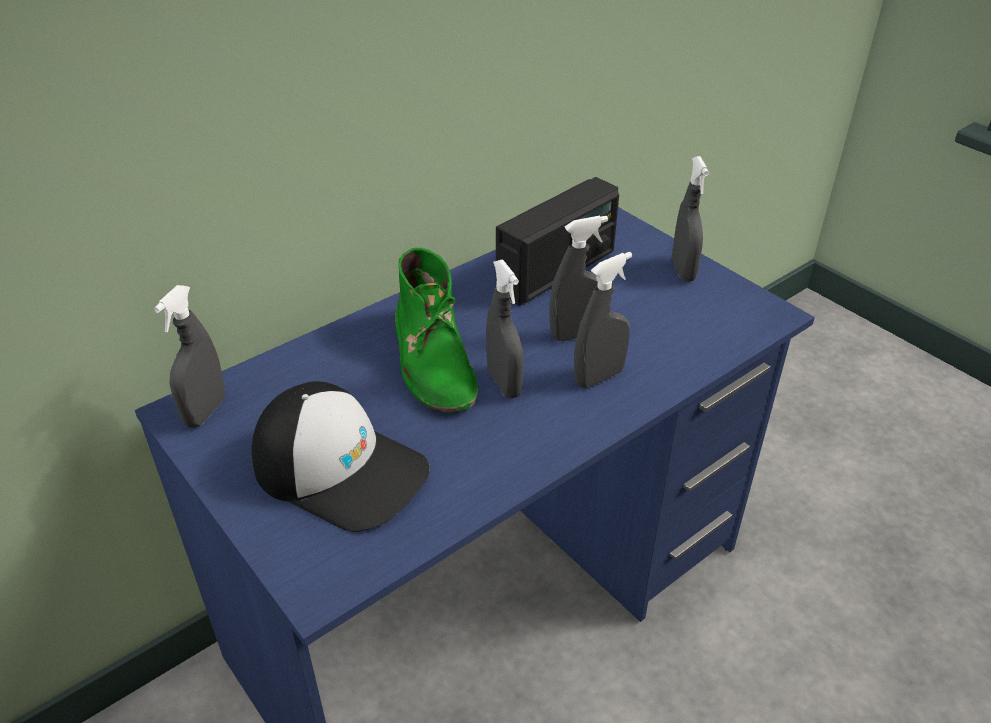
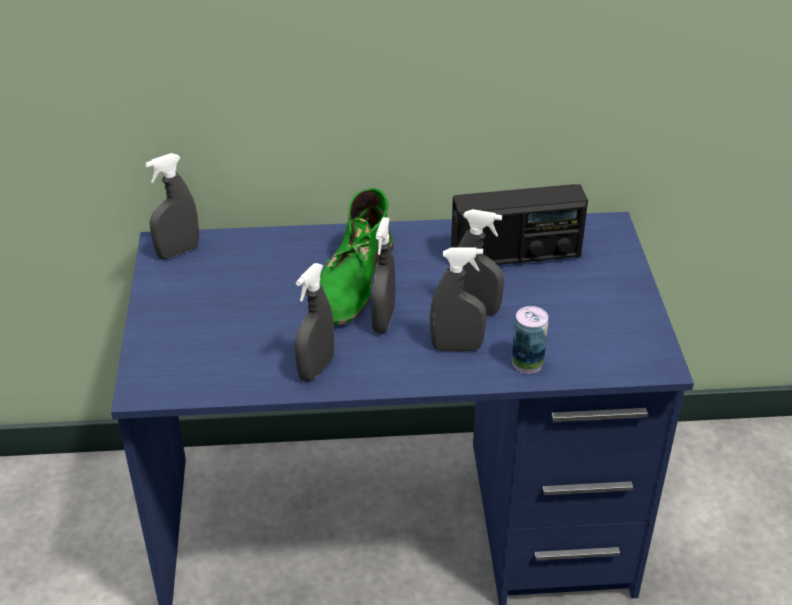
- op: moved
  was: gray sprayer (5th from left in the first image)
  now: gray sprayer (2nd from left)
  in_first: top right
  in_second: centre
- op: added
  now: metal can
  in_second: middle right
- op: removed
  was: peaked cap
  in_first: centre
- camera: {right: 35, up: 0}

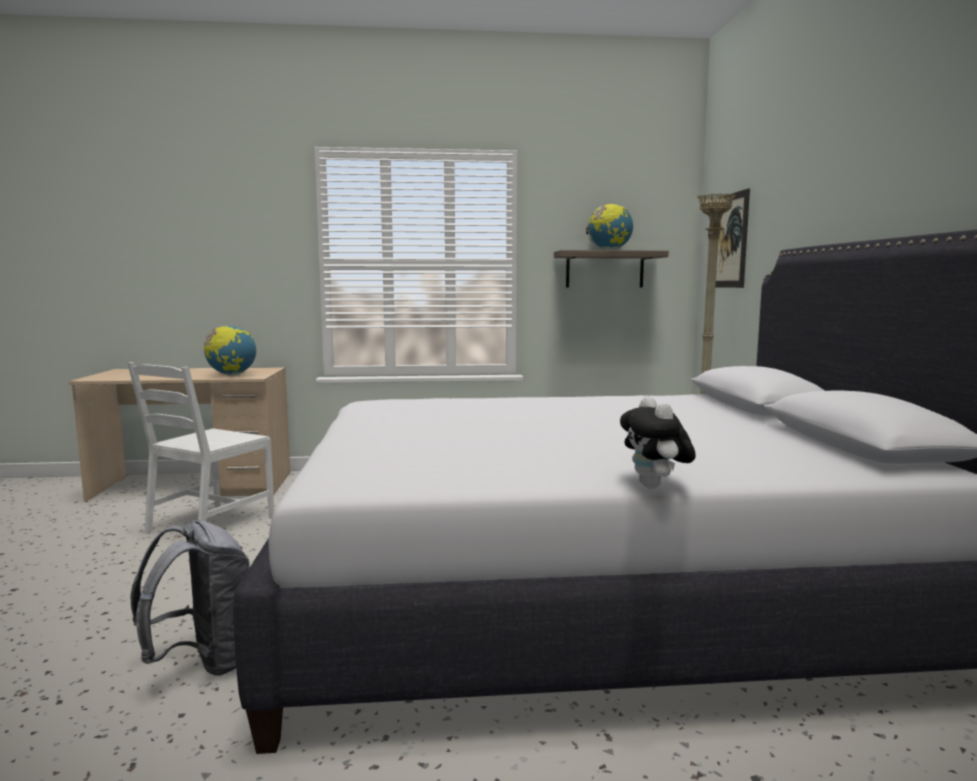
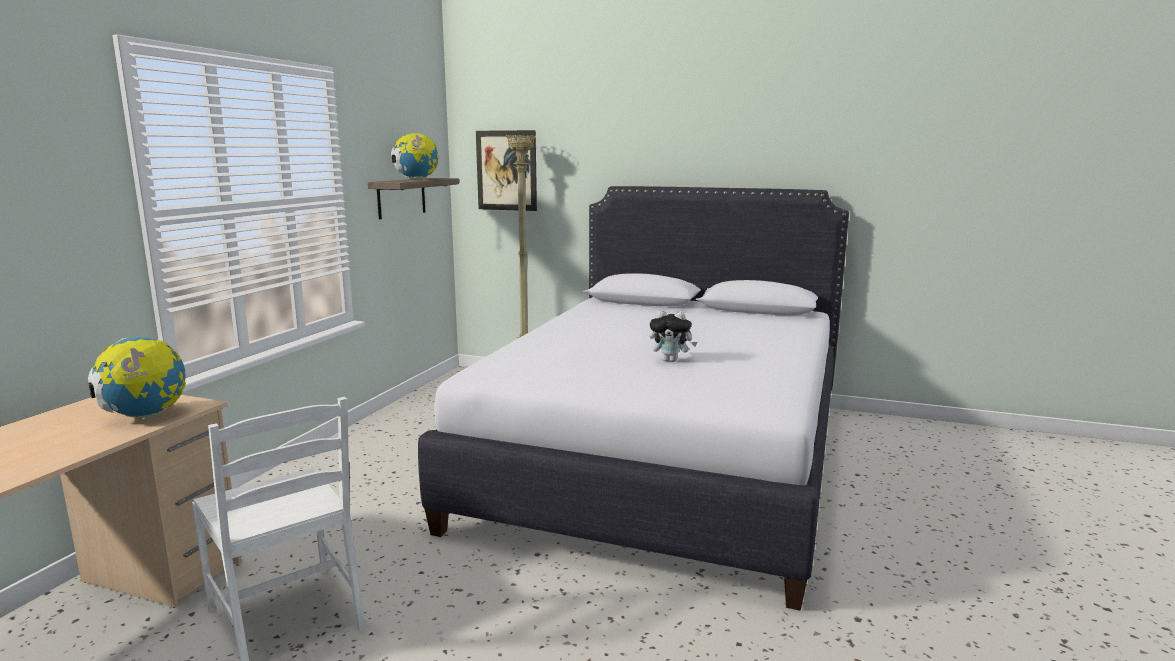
- op: moved
  was: cuddly toy
  in_first: middle right
  in_second: centre
- op: removed
  was: gray knapsack
  in_first: bottom left
- camera: {right: -65, up: 5}

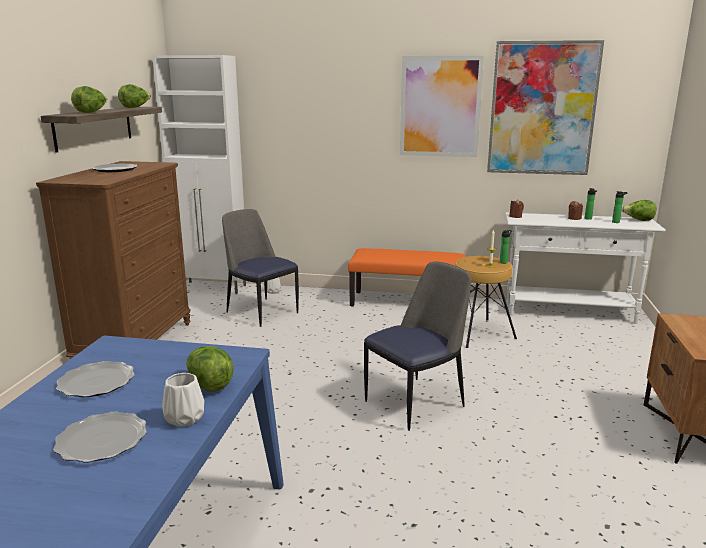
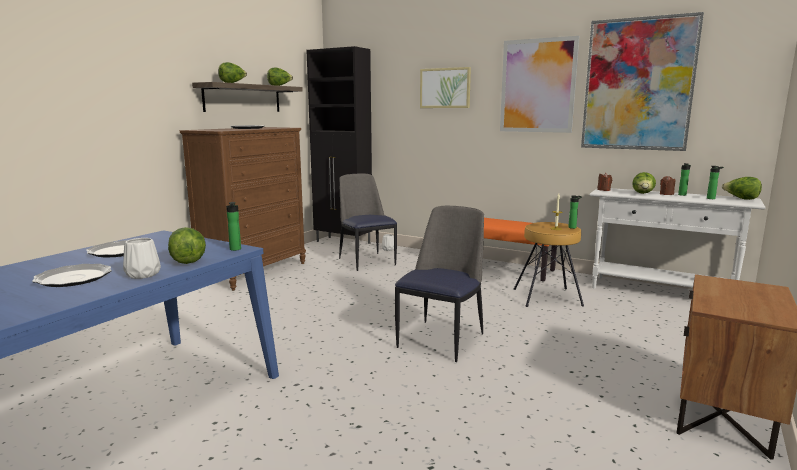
- op: added
  now: beverage bottle (1st from left)
  in_second: middle left
- op: recoloured
  was: white cabinet
  now: black cabinet
  in_first: top left
  in_second: top centre
- op: turned
  was: chair (2nd from left)
  in_first: centre
  in_second: centre
  clockwise: -45
- op: added
  now: picture (1st from left)
  in_second: top centre
- op: added
  now: head of lettuce (4th from left)
  in_second: middle right
- camera: {right: 20, up: -5}

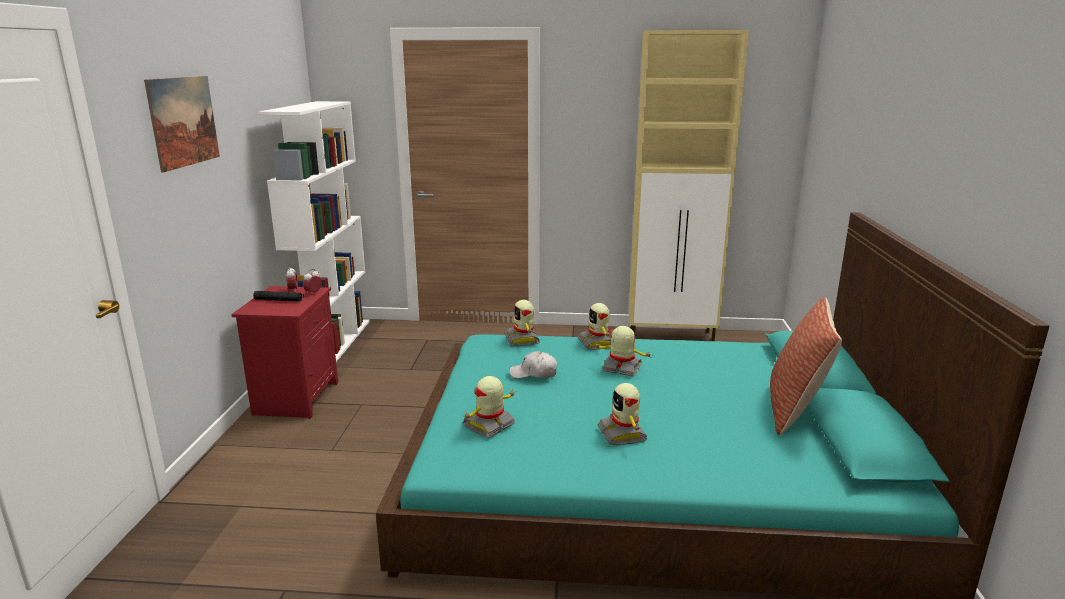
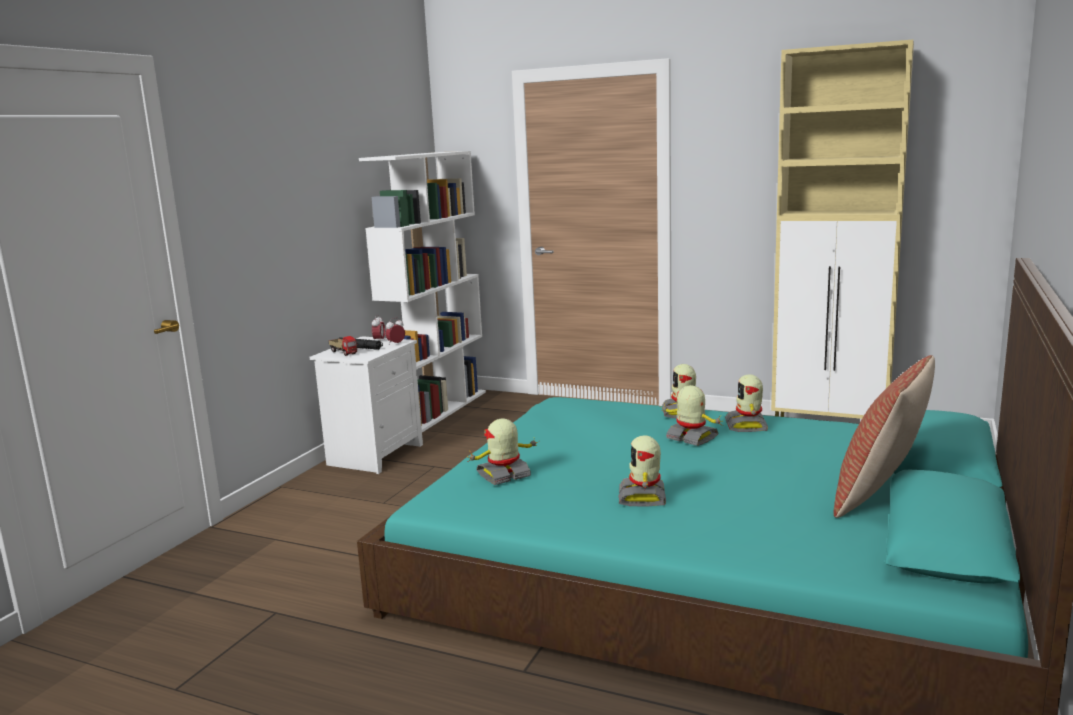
- op: recoloured
  was: reddish bedside table
  now: white bedside table
  in_first: middle left
  in_second: centre
- op: added
  now: model truck
  in_second: middle left
- op: moved
  was: robot figure (2nd from left in the first image)
  now: robot figure (5th from left)
  in_first: centre
  in_second: middle right
- op: removed
  was: picture
  in_first: top left
- op: removed
  was: white peaked cap
  in_first: centre
- camera: {right: 20, up: -5}

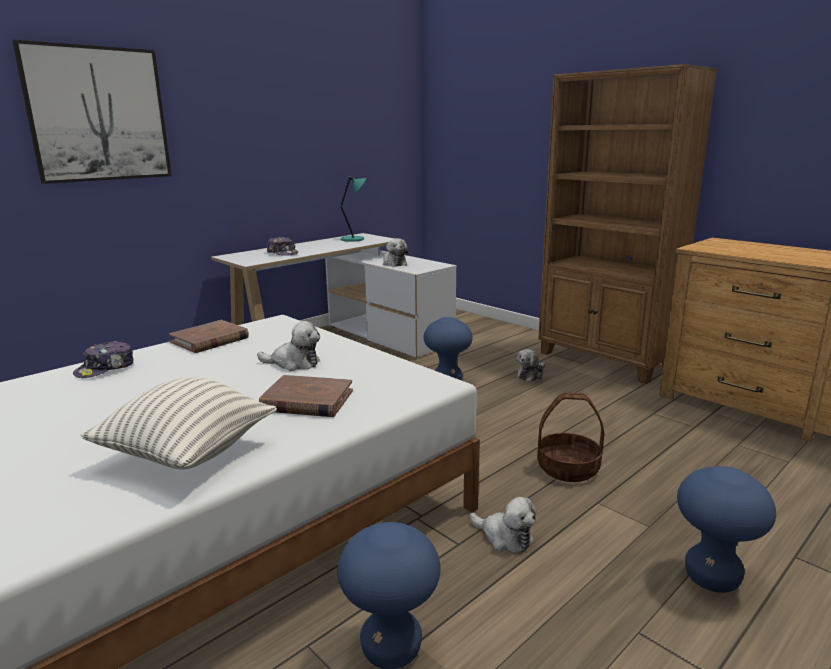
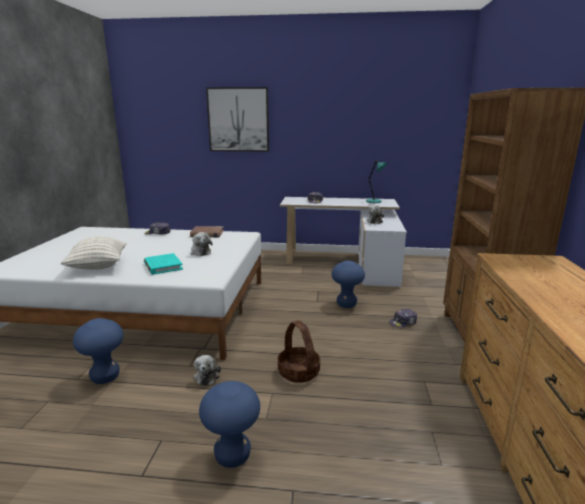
- op: recoloured
  was: brown bound book (2nd from left)
  now: turquoise-coloured bound book
  in_first: centre
  in_second: middle left
- op: replaced
  was: cuddly toy (4th from left)
  now: peaked cap (3rd from left)
  in_first: centre
  in_second: middle right
- camera: {right: 50, up: 0}

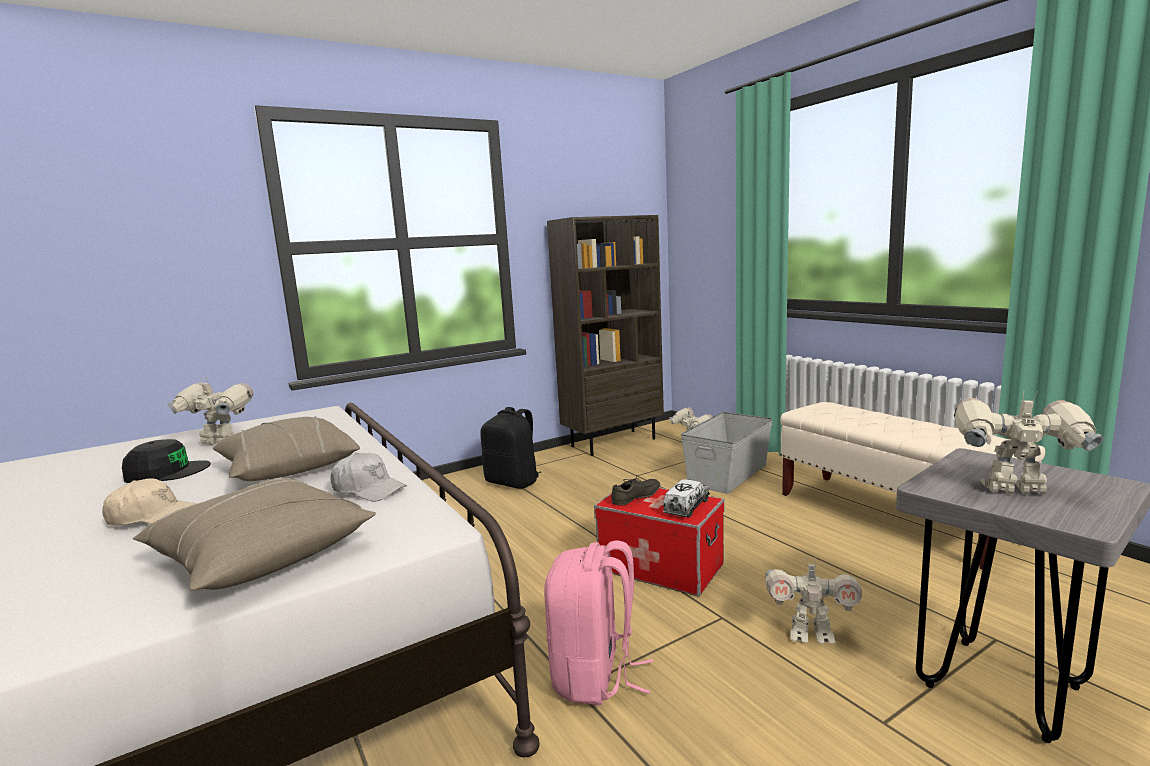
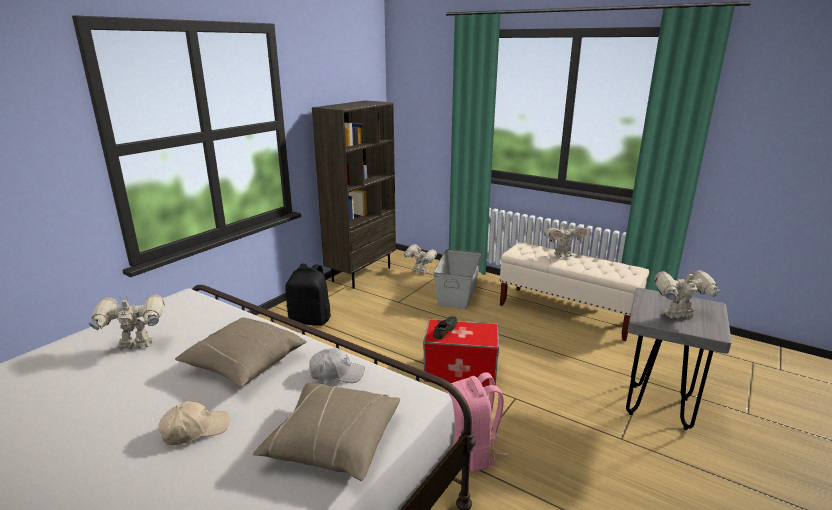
- op: moved
  was: robot figure (3rd from left)
  in_first: bottom right
  in_second: middle right
- op: removed
  was: black peaked cap
  in_first: middle left
- op: removed
  was: model truck
  in_first: centre
- camera: {right: -25, up: 10}

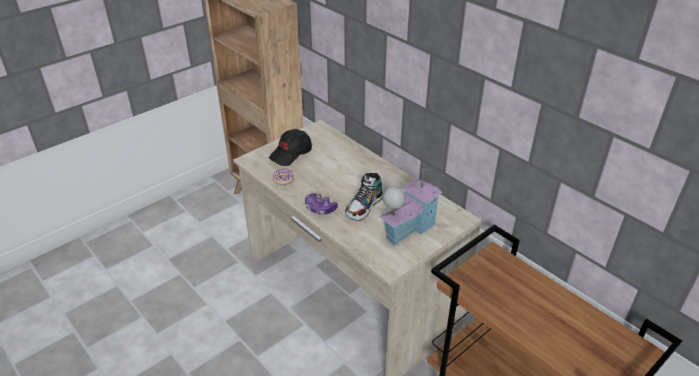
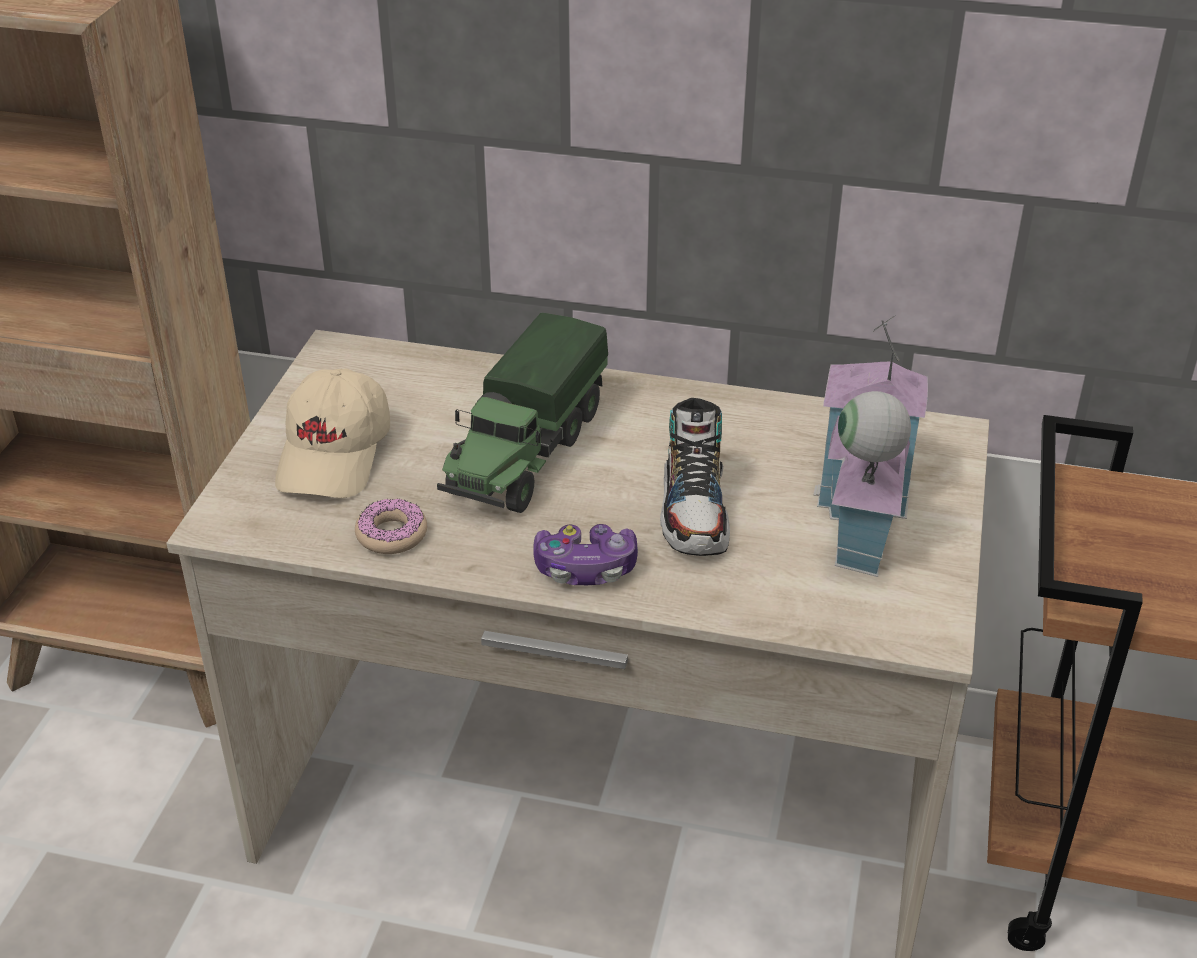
- op: recoloured
  was: black peaked cap
  now: beige-coloured peaked cap
  in_first: centre
  in_second: middle left
- op: added
  now: model truck
  in_second: centre
- camera: {right: -35, up: 0}

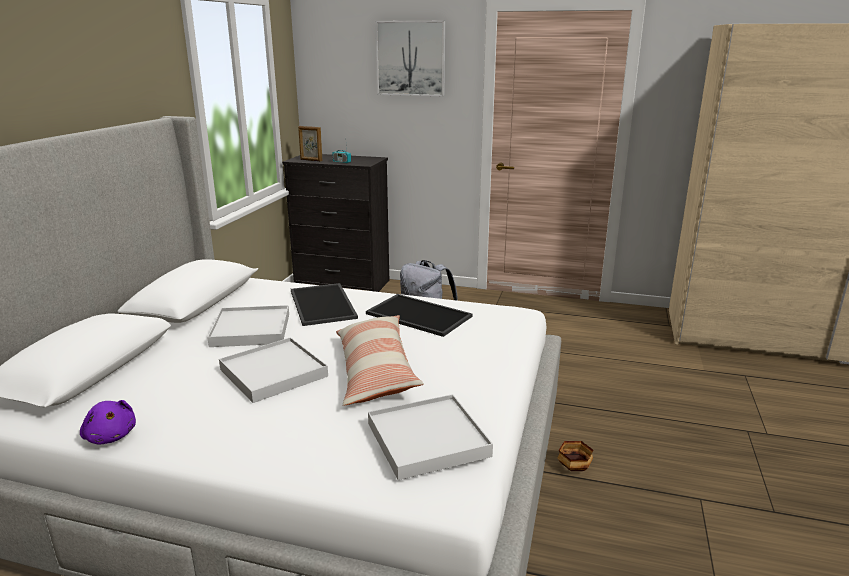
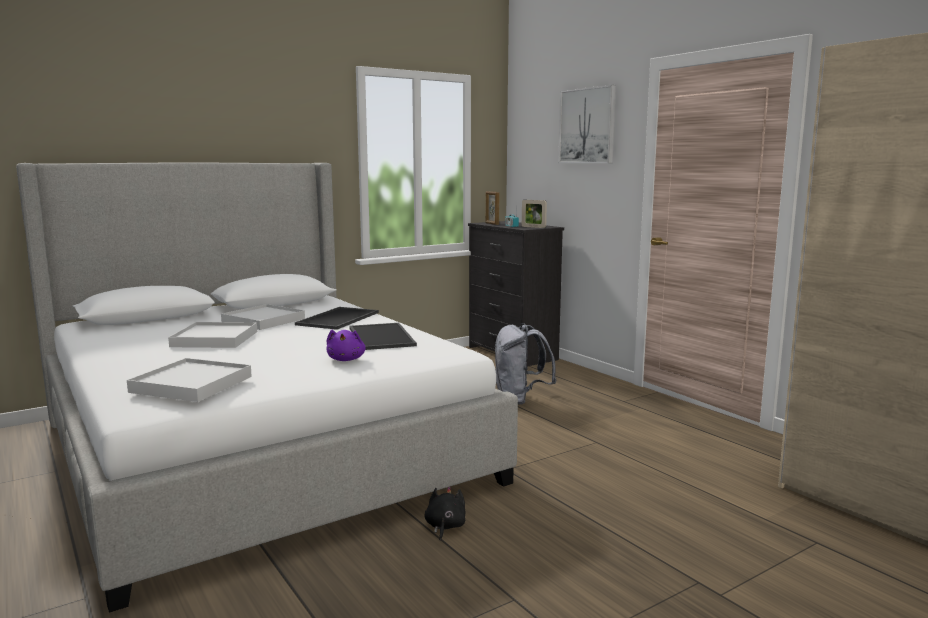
- op: moved
  was: purple-coloured cuddly toy
  in_first: bottom left
  in_second: centre
- op: replaced
  was: bowl
  now: black cuddly toy
  in_first: bottom right
  in_second: bottom centre
- op: added
  now: standing frame (2nd from left)
  in_second: centre
- op: removed
  was: pillow
  in_first: centre
- camera: {right: 40, up: -10}

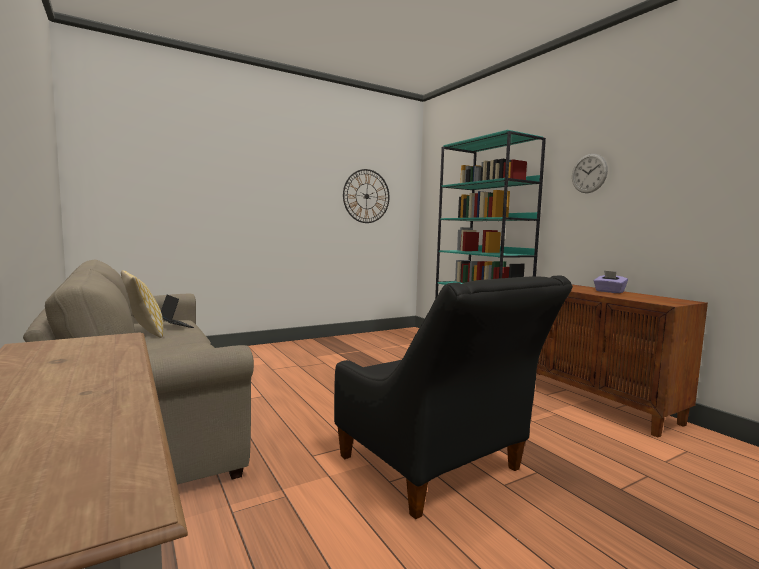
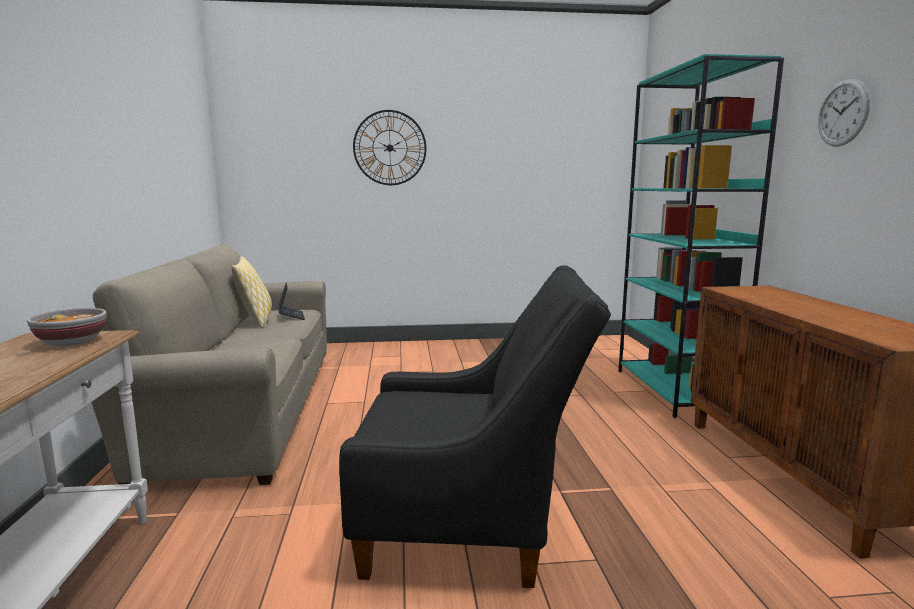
- op: added
  now: bowl
  in_second: middle left
- op: turned
  was: black lounge chair
  in_first: bottom centre
  in_second: bottom centre
  clockwise: -75
- op: moved
  was: clock on the wall (1st from left)
  in_first: centre
  in_second: top centre
- op: removed
  was: purple-coloured box of tissues
  in_first: middle right
- camera: {right: 25, up: 5}

